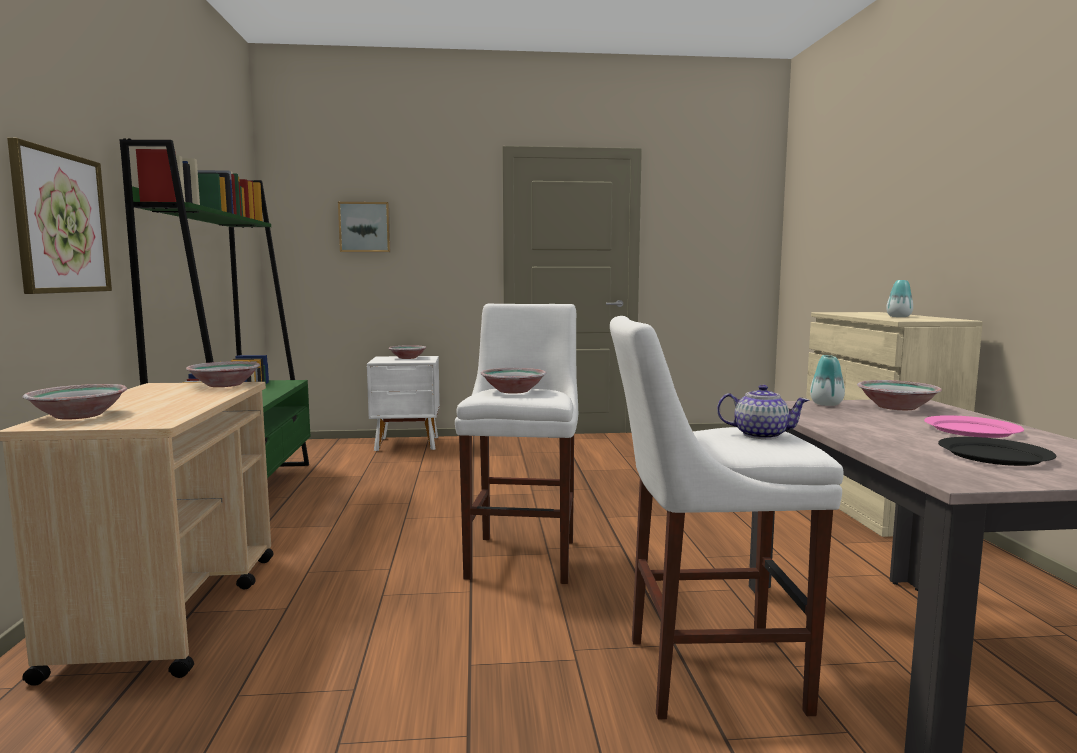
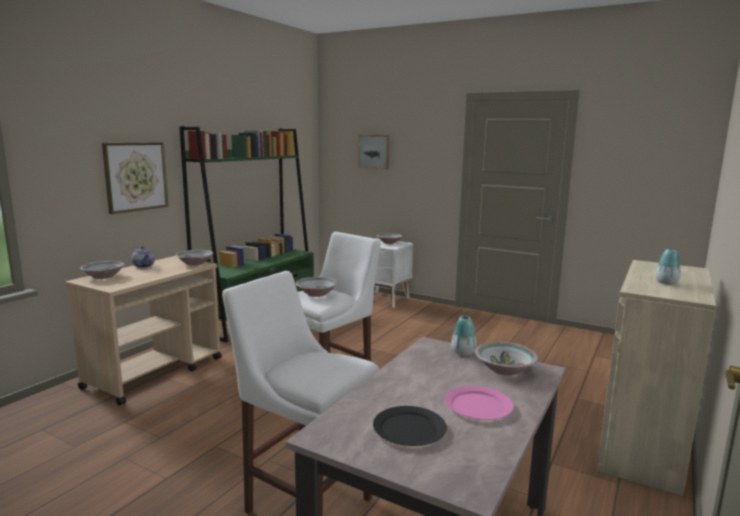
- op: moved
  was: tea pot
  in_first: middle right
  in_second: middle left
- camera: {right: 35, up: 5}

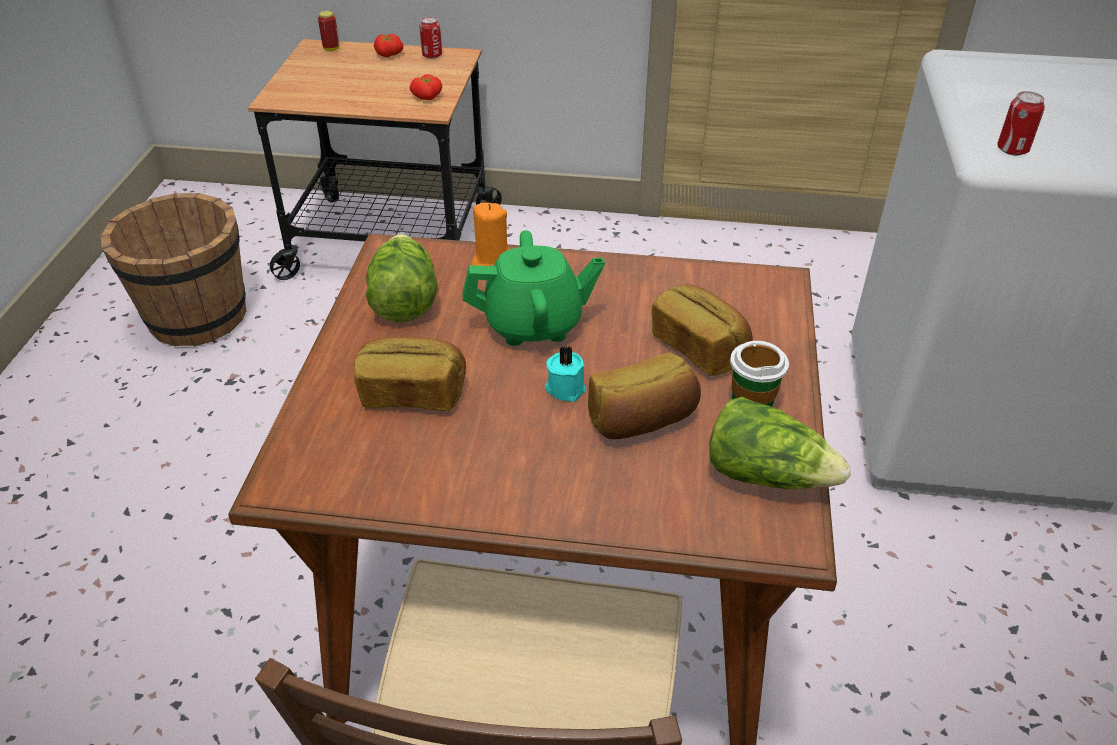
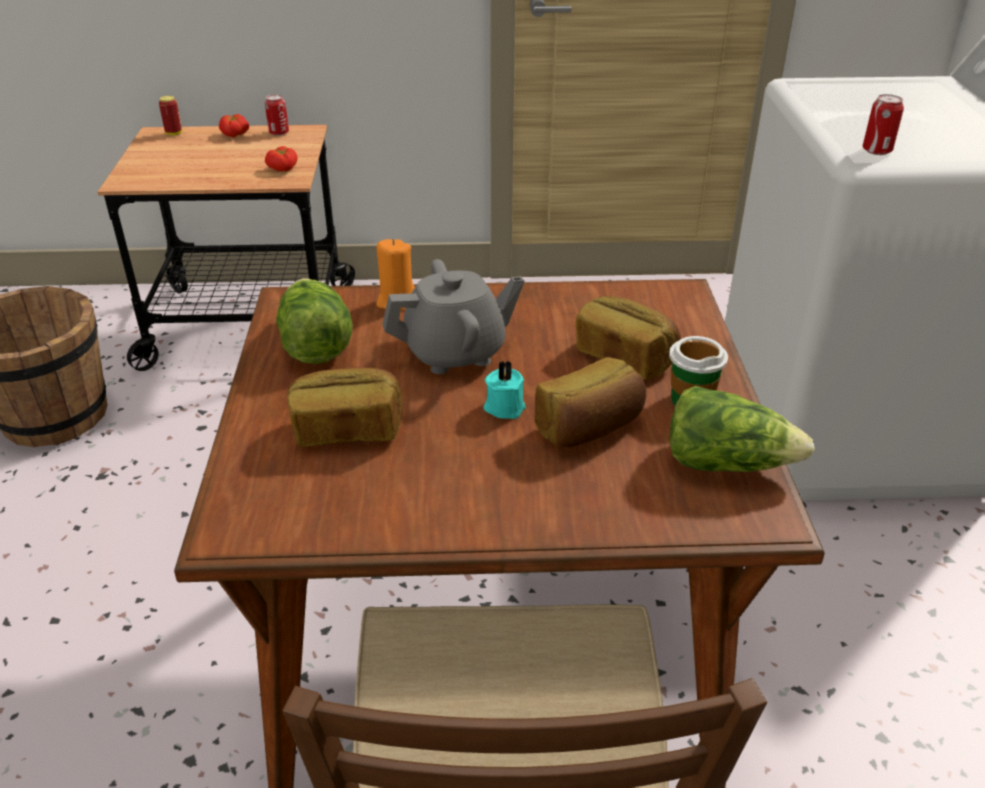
- op: recoloured
  was: green-coloured tea pot
  now: gray tea pot
  in_first: centre
  in_second: centre
- camera: {right: -10, up: -5}

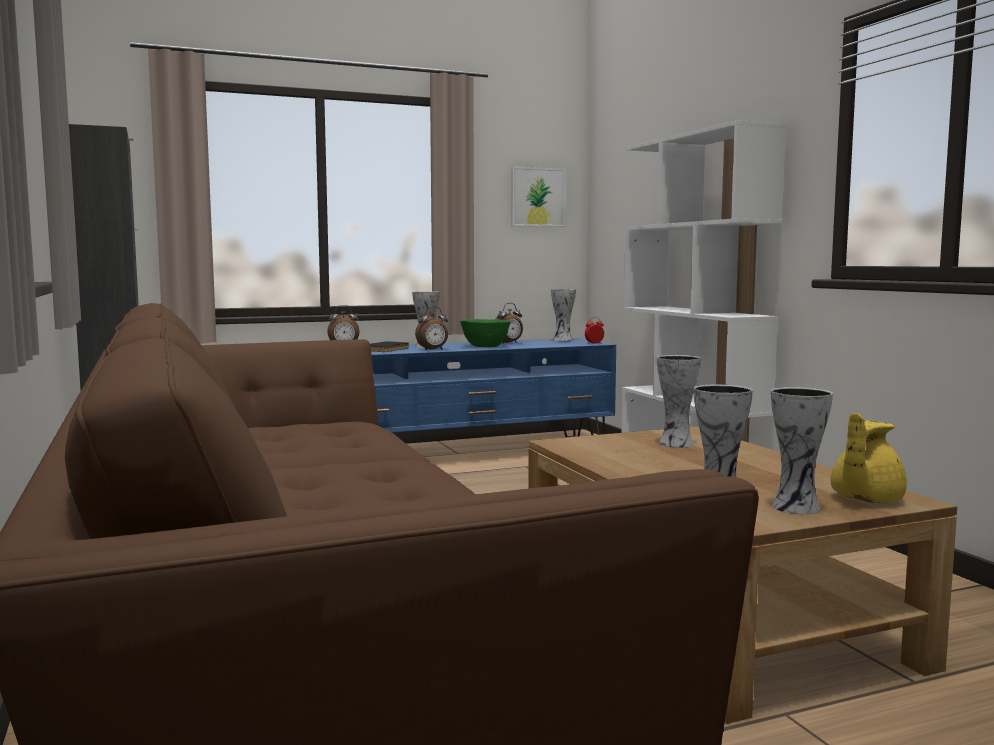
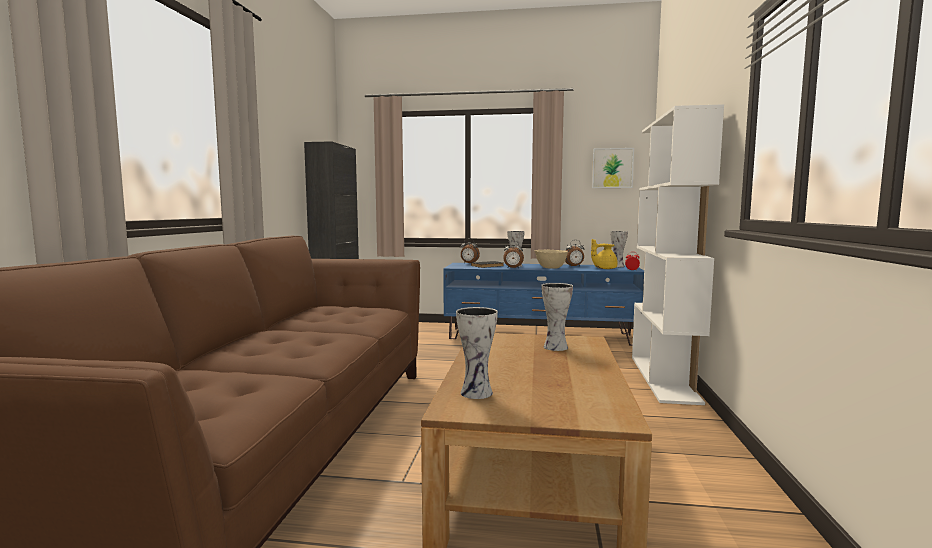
- op: recoloured
  was: green-coloured bowl
  now: beige-coloured bowl
  in_first: centre
  in_second: centre
- op: moved
  was: yellow-coloured tea pot
  in_first: middle right
  in_second: centre
- op: removed
  was: decorative vase (5th from left)
  in_first: middle right
- camera: {right: 30, up: 0}

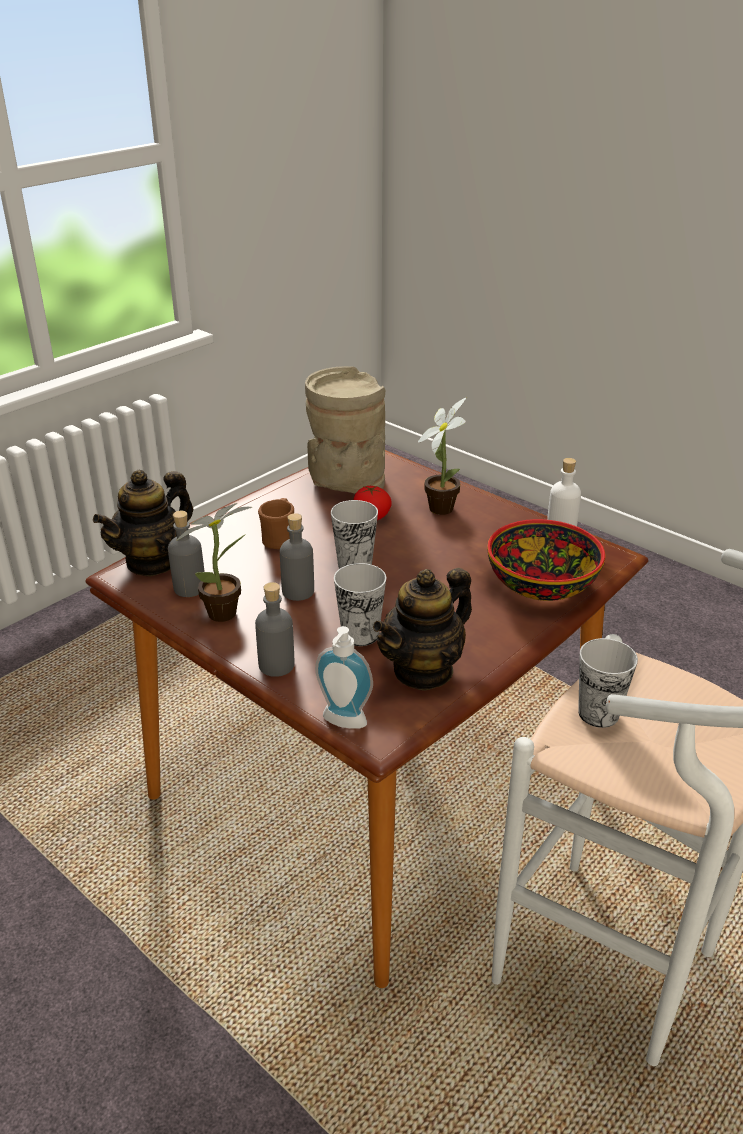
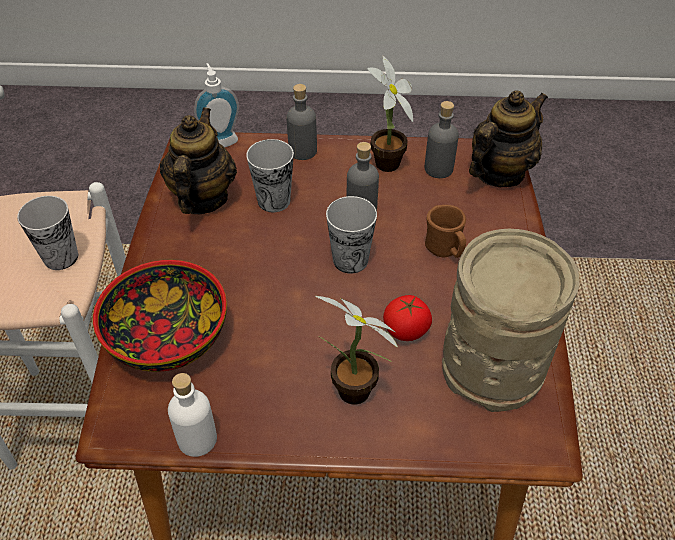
- op: turned
  was: tea pot (1st from left in the first image)
  in_first: middle left
  in_second: top right
  clockwise: 45
- camera: {right: 140, up: 15}

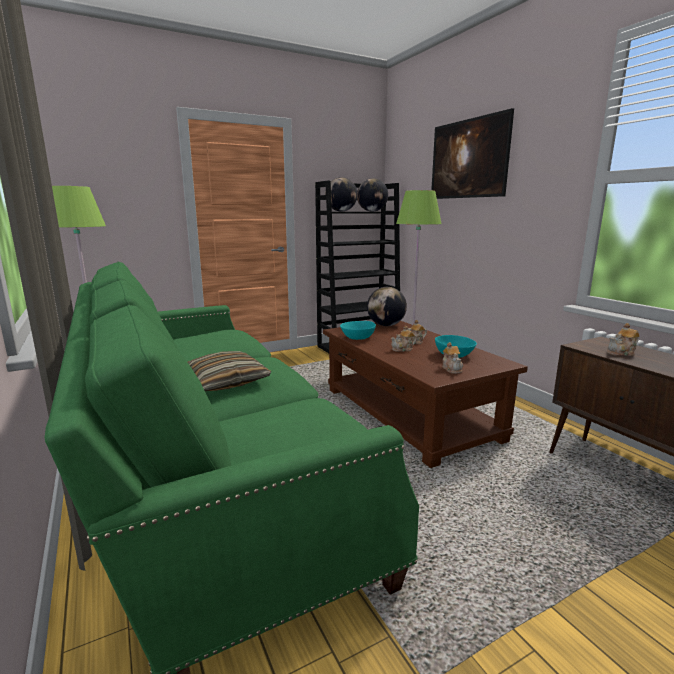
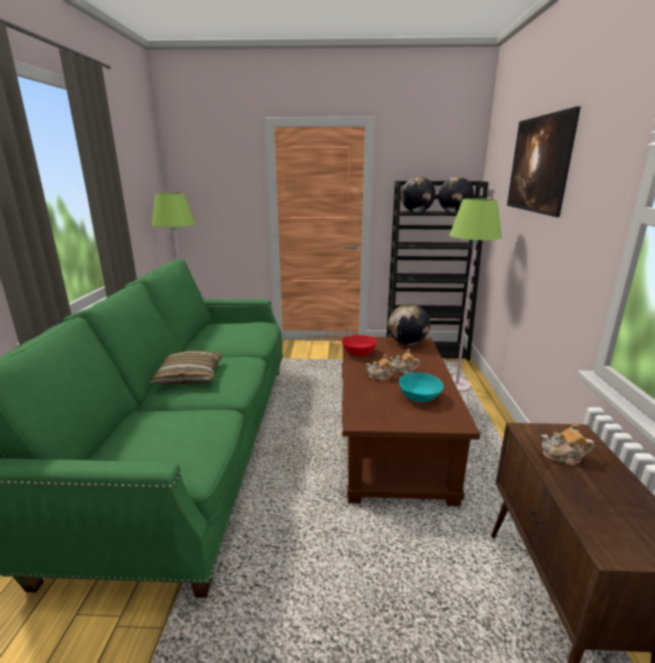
- op: recoloured
  was: turquoise-coloured bowl (1st from left)
  now: reddish bowl
  in_first: centre
  in_second: centre
- op: removed
  was: tea pot (3rd from left)
  in_first: middle right
- camera: {right: 30, up: 5}

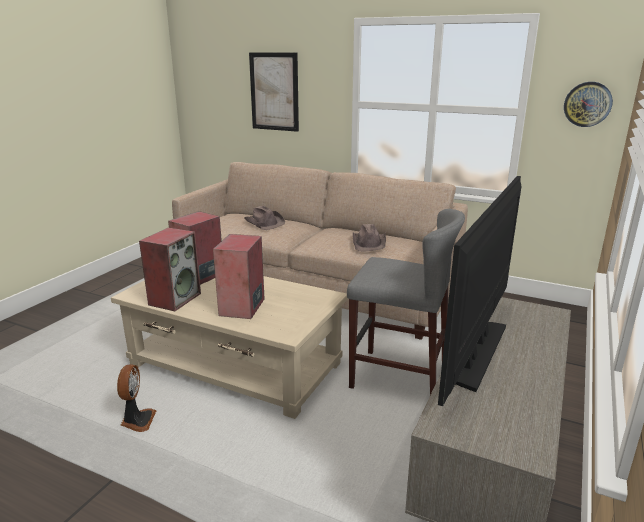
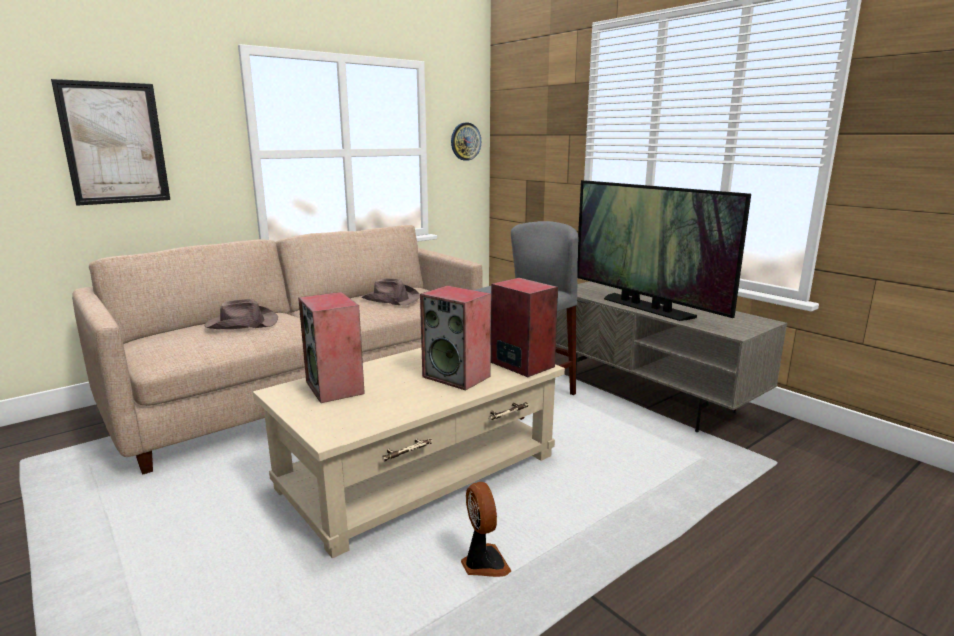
- op: turned
  was: electric fan
  in_first: bottom left
  in_second: bottom centre
  clockwise: 45
- op: moved
  was: speaker (1st from left in the first image)
  now: speaker (3rd from left)
  in_first: middle left
  in_second: centre
- camera: {right: -65, up: -5}

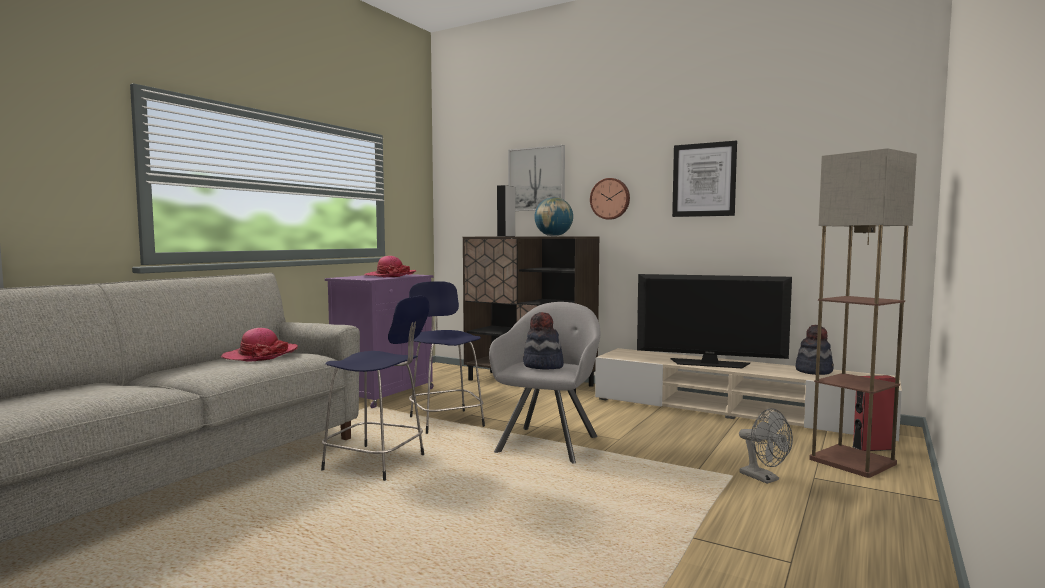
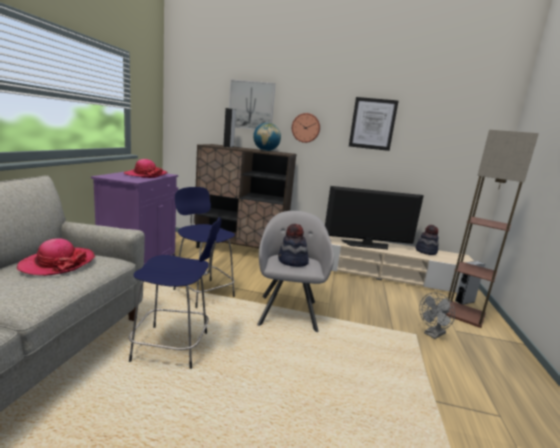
- op: turned
  was: gray electric fan
  in_first: bottom right
  in_second: bottom right
  clockwise: 105
- op: recoloured
  was: reddish speaker
  now: gray speaker (2nd from left)
  in_first: bottom right
  in_second: middle right
- camera: {right: -20, up: 10}

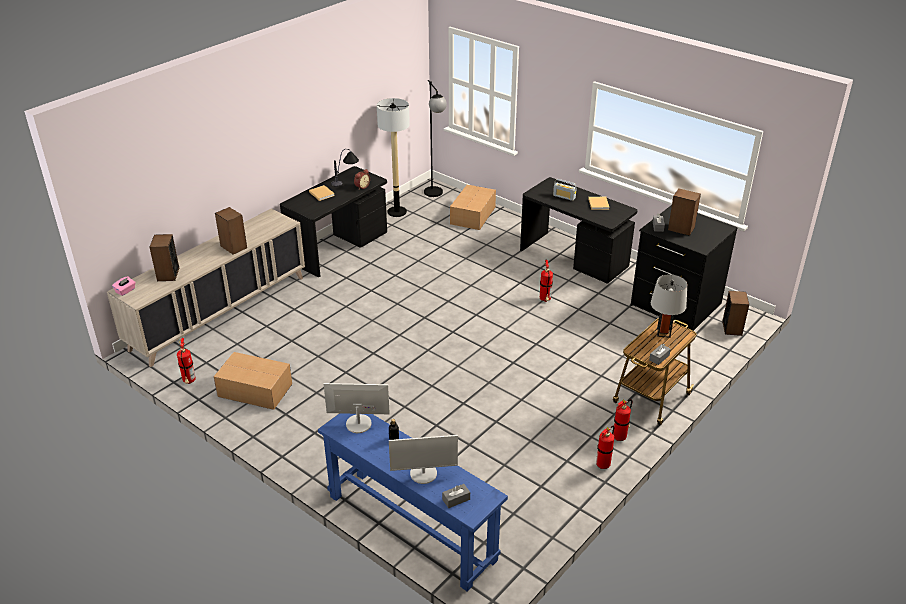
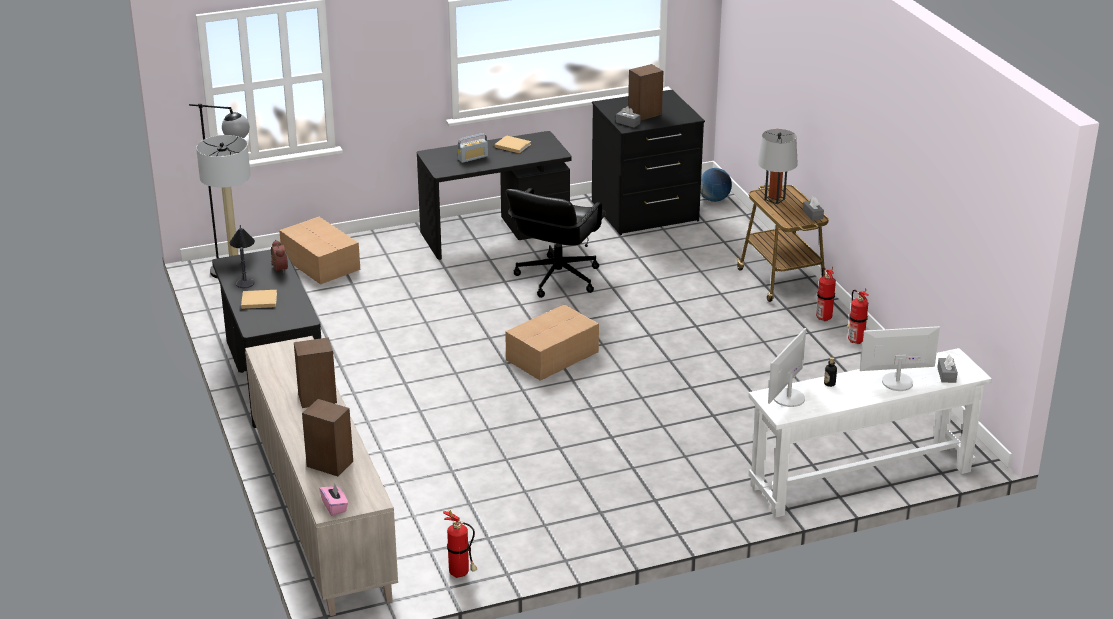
- op: moved
  was: cardboard box (1st from left in the first image)
  now: cardboard box (2nd from left)
  in_first: middle left
  in_second: centre
- op: replaced
  was: extinguisher (2nd from left)
  now: black desk chair
  in_first: centre
  in_second: centre
- op: replaced
  was: speaker (4th from left)
  now: globe
  in_first: middle right
  in_second: top centre
- op: recoloured
  was: bluish narrow table
  now: white narrow table
  in_first: bottom centre
  in_second: bottom right
- op: turned
  was: computer screen (2nd from left)
  in_first: bottom centre
  in_second: middle right
  clockwise: -120
- camera: {right: -60, up: -5}

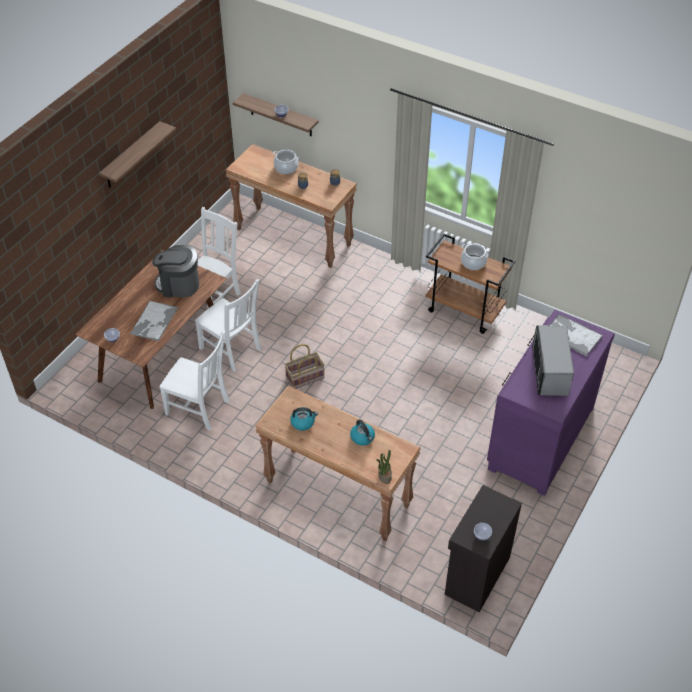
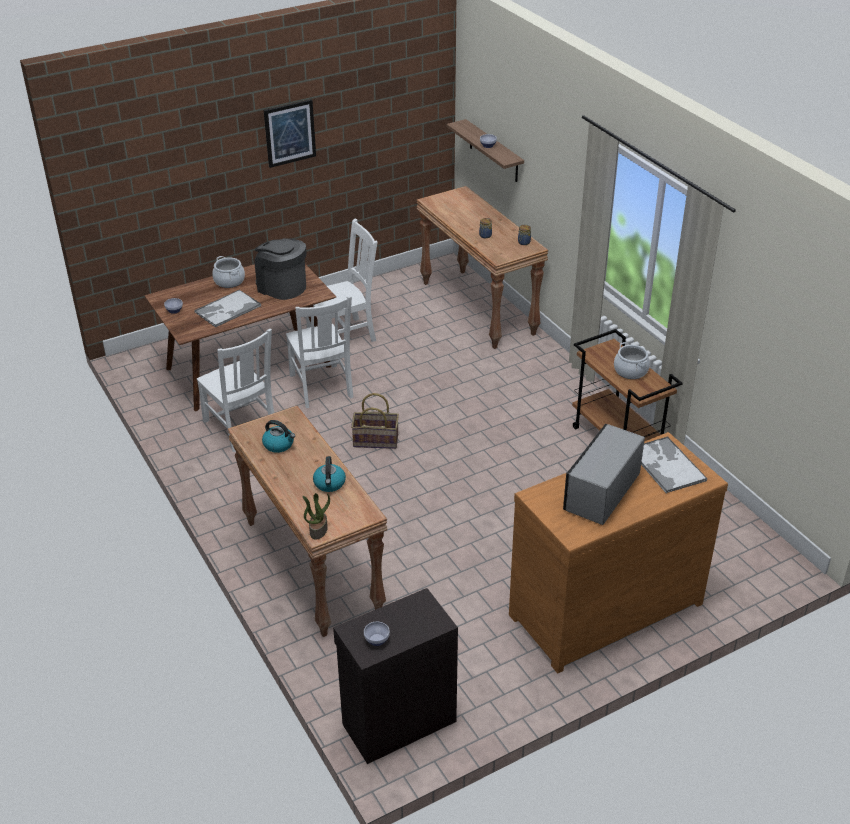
- op: moved
  was: saucepot (1st from left)
  in_first: top centre
  in_second: top left
- op: replaced
  was: shelf (1st from left)
  now: picture
  in_first: top left
  in_second: top centre
- op: recoloured
  was: purple-coloured chest of drawers
  now: brown chest of drawers
  in_first: middle right
  in_second: bottom right
- camera: {right: 30, up: -10}

